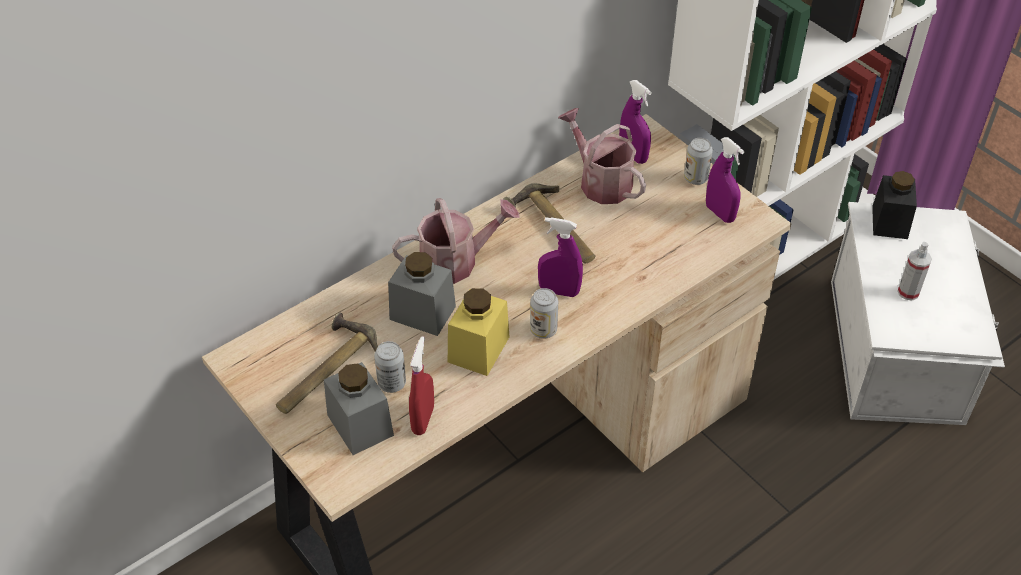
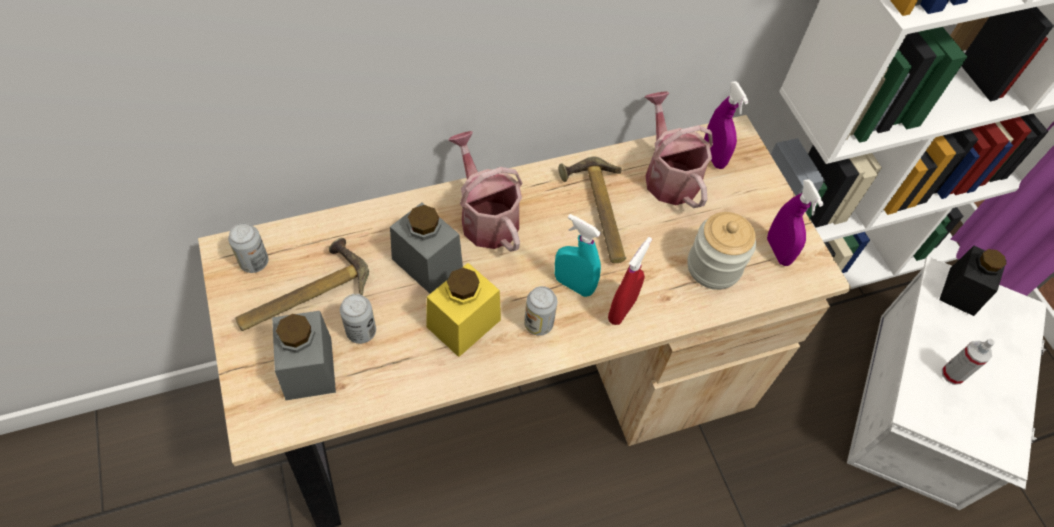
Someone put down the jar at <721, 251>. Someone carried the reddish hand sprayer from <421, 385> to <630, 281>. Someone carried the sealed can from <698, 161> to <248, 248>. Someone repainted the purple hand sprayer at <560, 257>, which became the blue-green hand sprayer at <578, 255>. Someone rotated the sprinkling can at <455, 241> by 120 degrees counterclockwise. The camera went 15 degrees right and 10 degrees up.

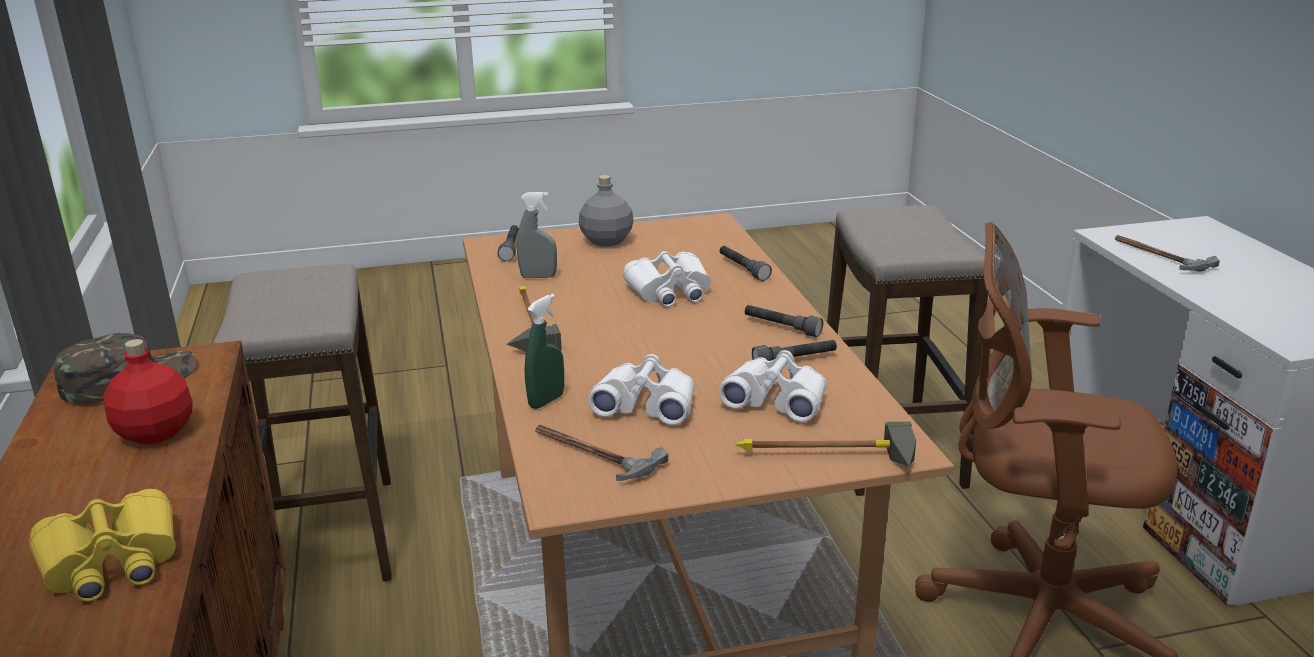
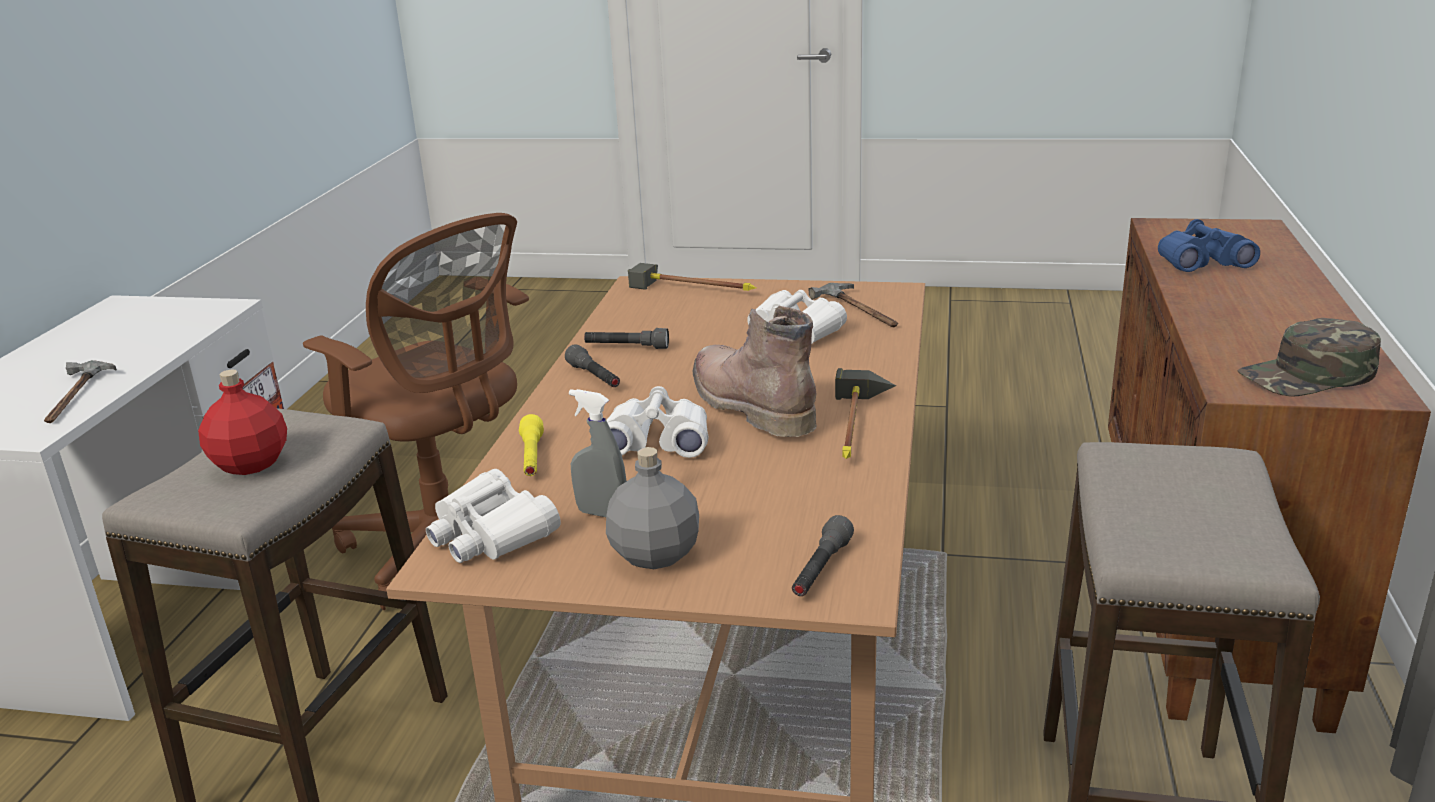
Someone took away the green-coloured hand sprayer at <544, 351>. Someone put down the brown-coloured boot at <755, 371>. Someone carried the reddish bottle from <148, 392> to <242, 422>. Someone carried the greyish hand sprayer from <537, 235> to <597, 453>. Someone carried the whitish field glasses from <773, 386> to <493, 516>. Someone repainted the yellow-coloured field glasses at <102, 545>, which became the bluish field glasses at <1209, 245>. Someone repainted the greyish flashlight at <746, 263>, which became the yellow-coloured flashlight at <531, 445>. The camera went 155 degrees left and 0 degrees up.

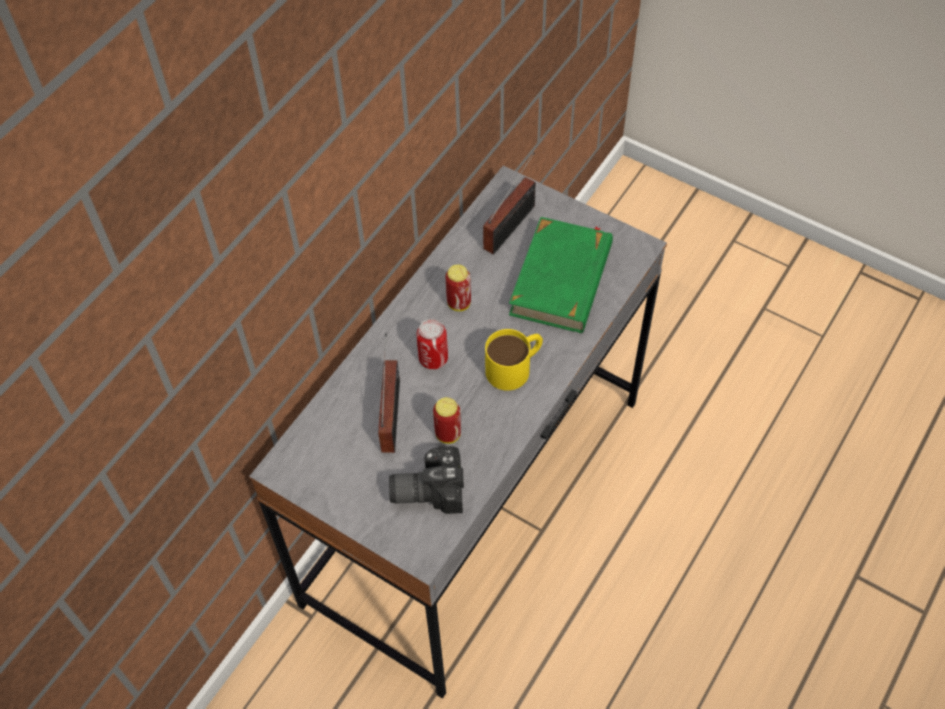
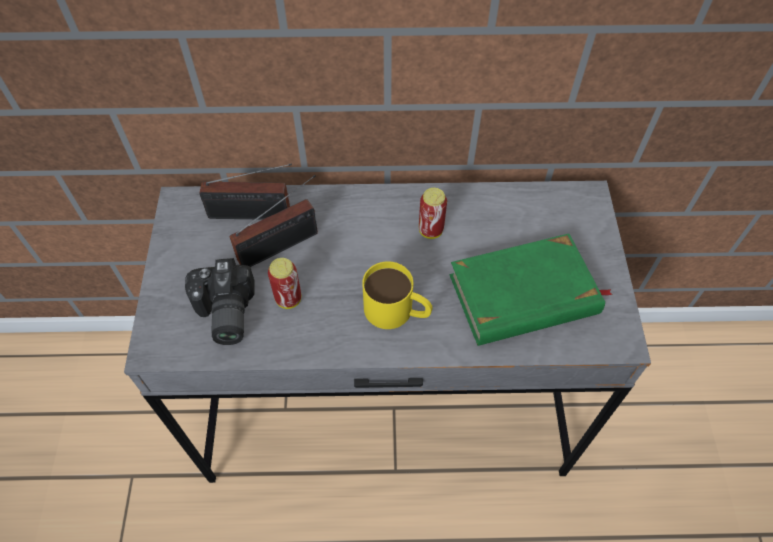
Someone took away the sealed can at <432, 344>. Someone carried the radio set from <509, 203> to <245, 192>. Someone rotated the still camera at <426, 480> by 150 degrees counterclockwise. The camera went 55 degrees right and 0 degrees up.

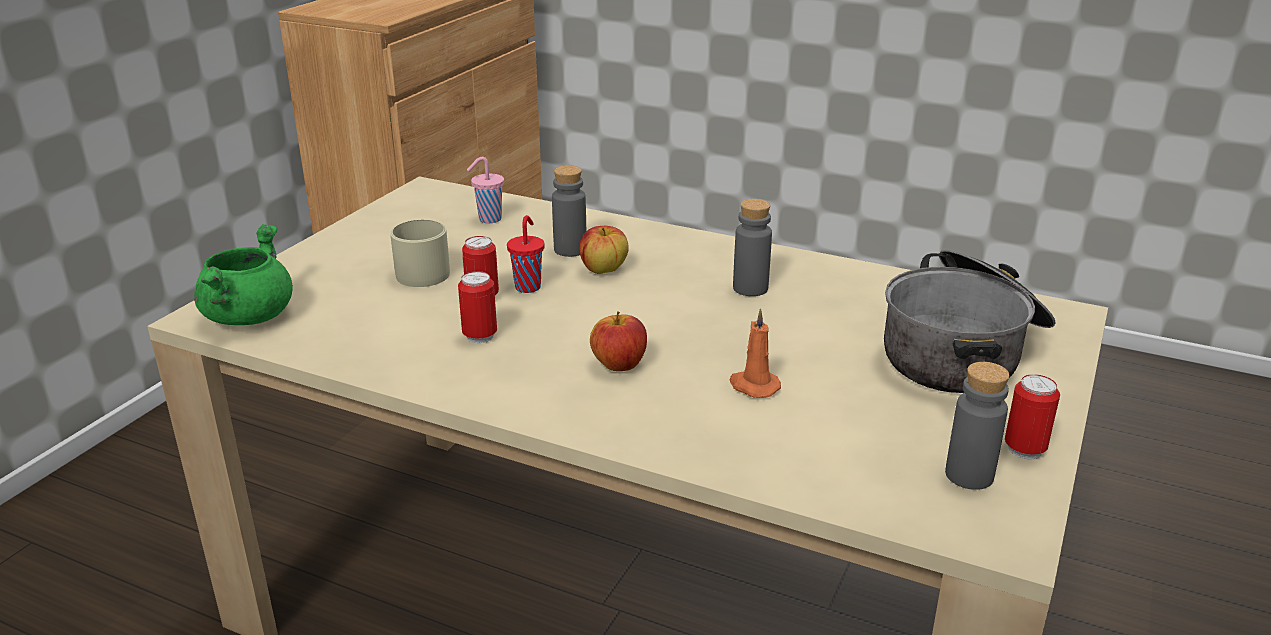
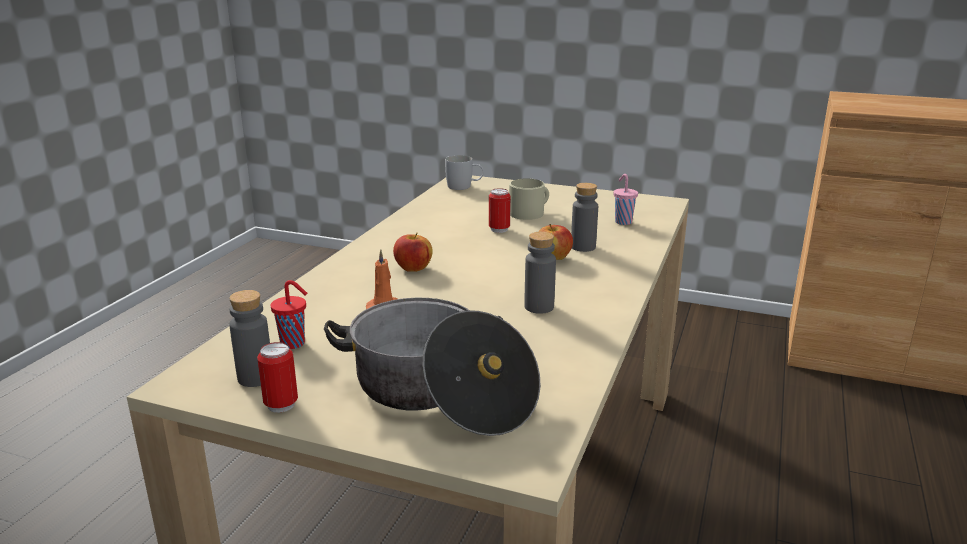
Someone took away the sealed can at <477, 307>. Someone carried the reddish drinking cup from <526, 254> to <288, 314>. Someone swapped the green-coloured saucepot at <243, 274> for the whitish tea mug at <464, 172>. The camera went 85 degrees right and 5 degrees down.

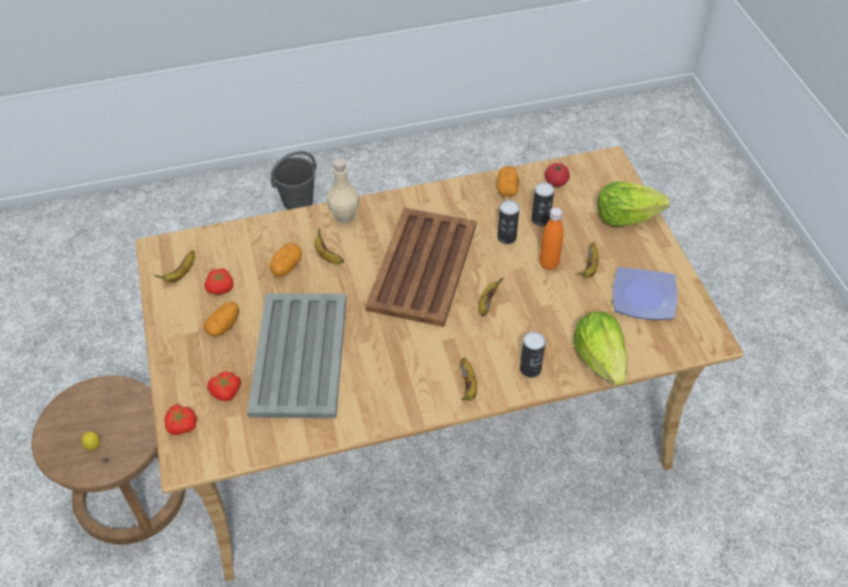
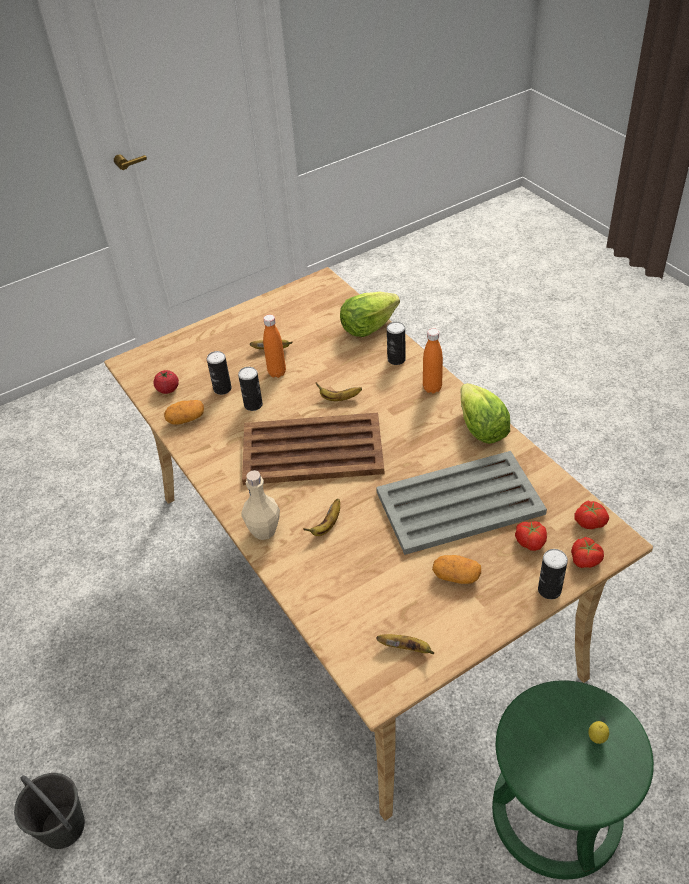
Someone took away the whole potato at <286, 259>. Someone took away the dinner plate at <645, 293>. Someone put down the sealed can at <553, 574>. Someone carried the fresh tomato from <219, 281> to <591, 515>. Someone carried the lettuce from <633, 204> to <485, 413>. Someone swapped the banana at <469, 379> for the orange bottle at <433, 361>. Someone repainted the brown-coloured stool seat at <109, 459>, which became the green-coloured stool seat at <573, 780>. The camera went 105 degrees left and 5 degrees down.

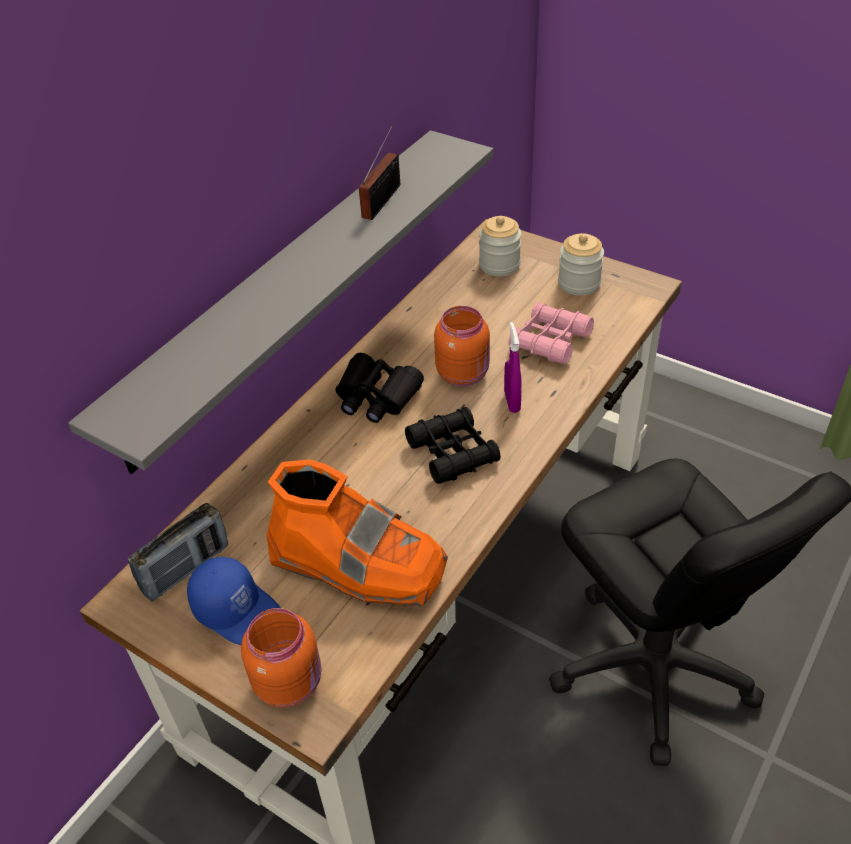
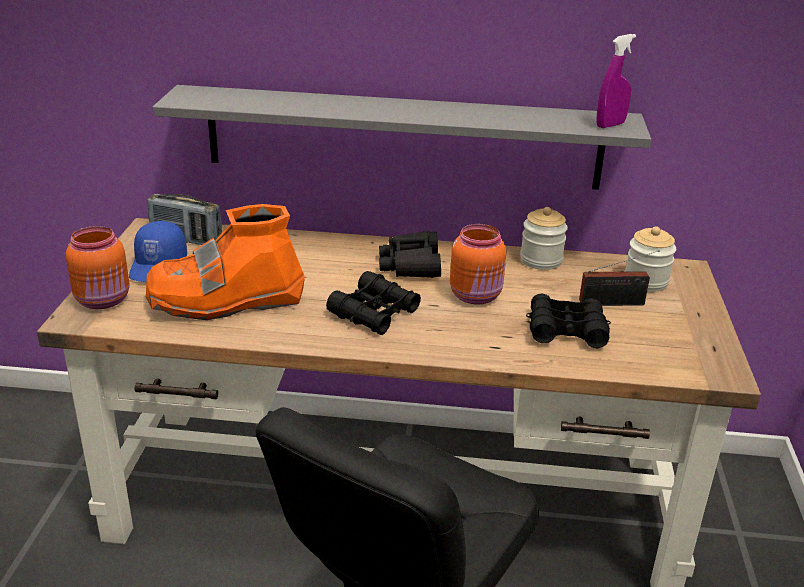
Someone carried the radio set from <379, 172> to <619, 278>. Someone carried the purple hand sprayer from <513, 367> to <616, 81>. Someone carried the jar from <581, 264> to <544, 238>. Someone repainted the pinkish field glasses at <551, 333>, which became the black field glasses at <568, 321>. Someone rotated the orange boot at <357, 532> by 75 degrees clockwise. The camera went 60 degrees right and 15 degrees down.

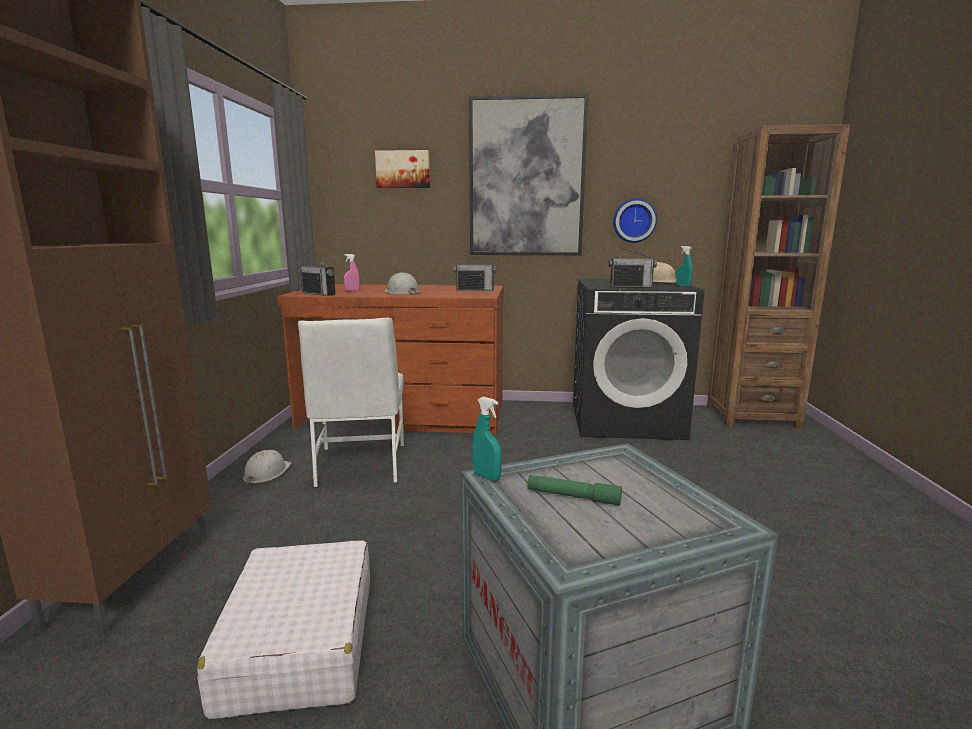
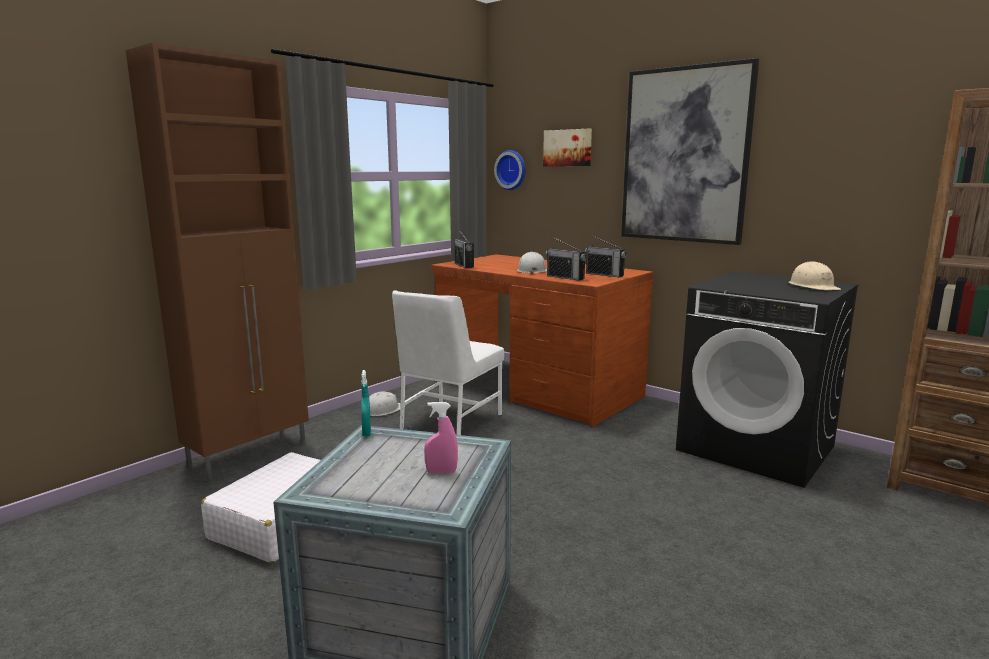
Someone took away the green-coloured flashlight at <575, 490>. Someone took away the blue-green hand sprayer at <684, 266>. Someone carried the pinkish hand sprayer from <352, 272> to <441, 438>. Someone carried the radio set from <632, 266> to <566, 258>. Someone carried the clock on the wall from <635, 221> to <510, 170>. The camera went 35 degrees right and 0 degrees up.

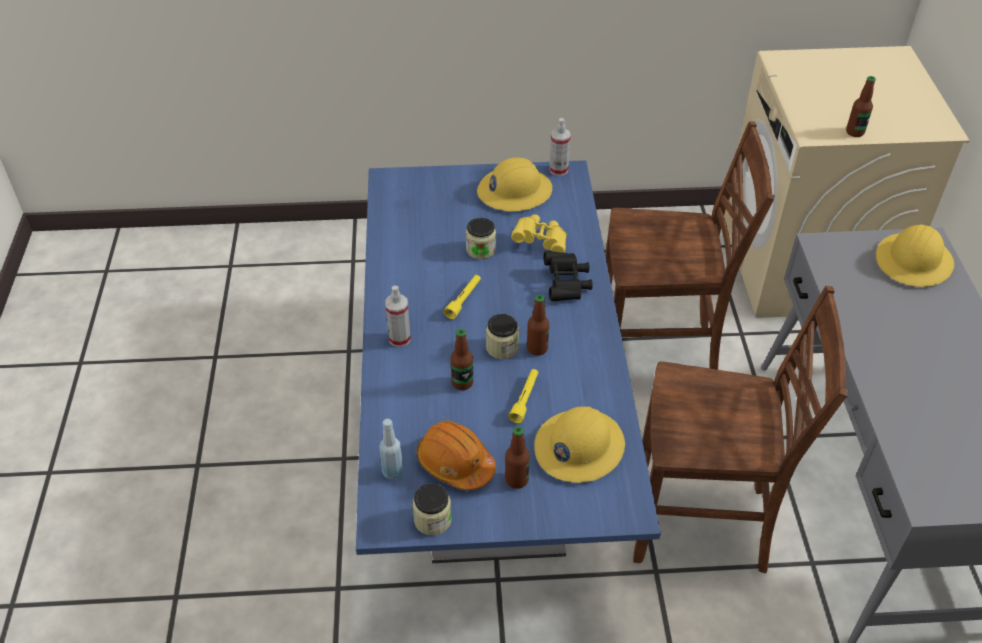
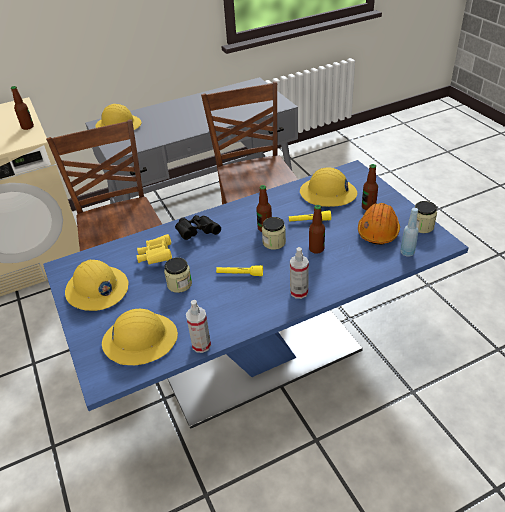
Someone put down the yellow-coloured work helmet at <140, 337>. Someone carried the hand sprayer from <560, 147> to <198, 326>. The camera went 110 degrees left and 5 degrees down.

